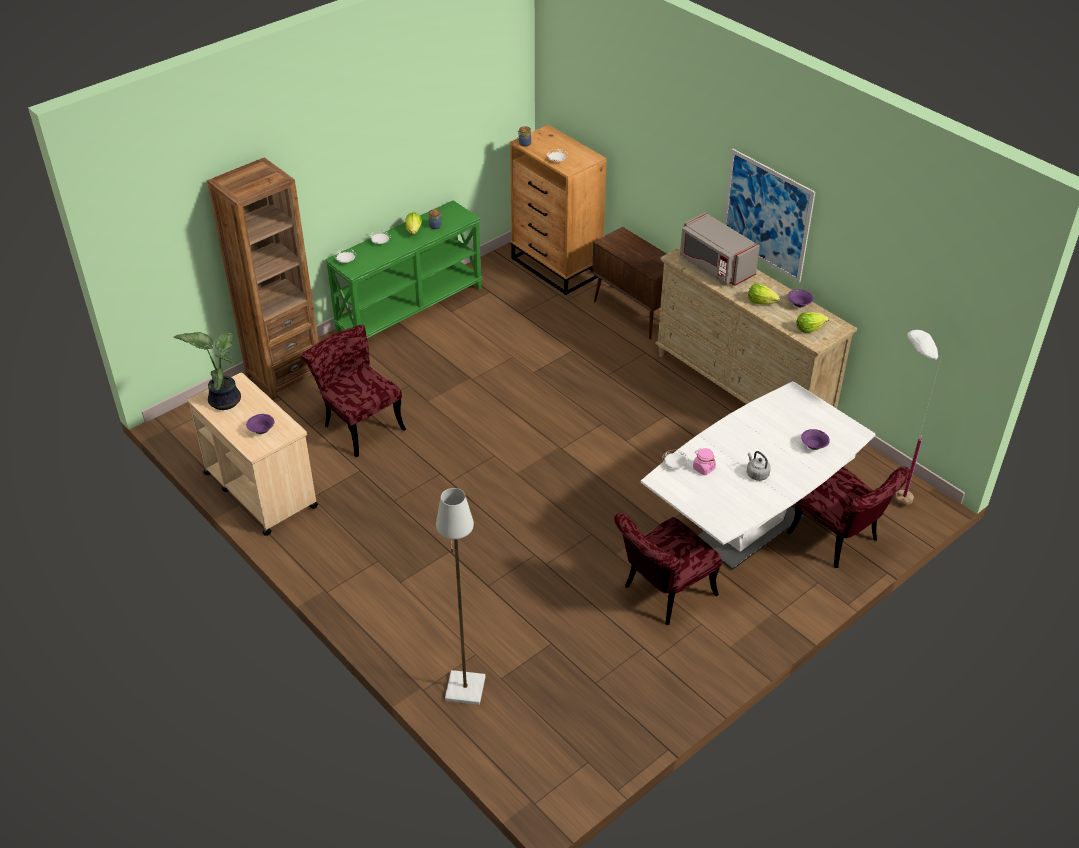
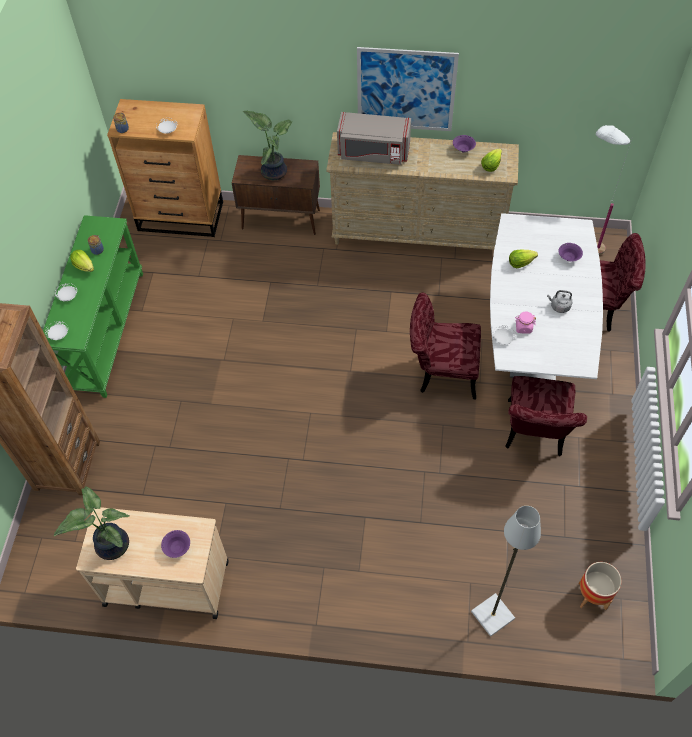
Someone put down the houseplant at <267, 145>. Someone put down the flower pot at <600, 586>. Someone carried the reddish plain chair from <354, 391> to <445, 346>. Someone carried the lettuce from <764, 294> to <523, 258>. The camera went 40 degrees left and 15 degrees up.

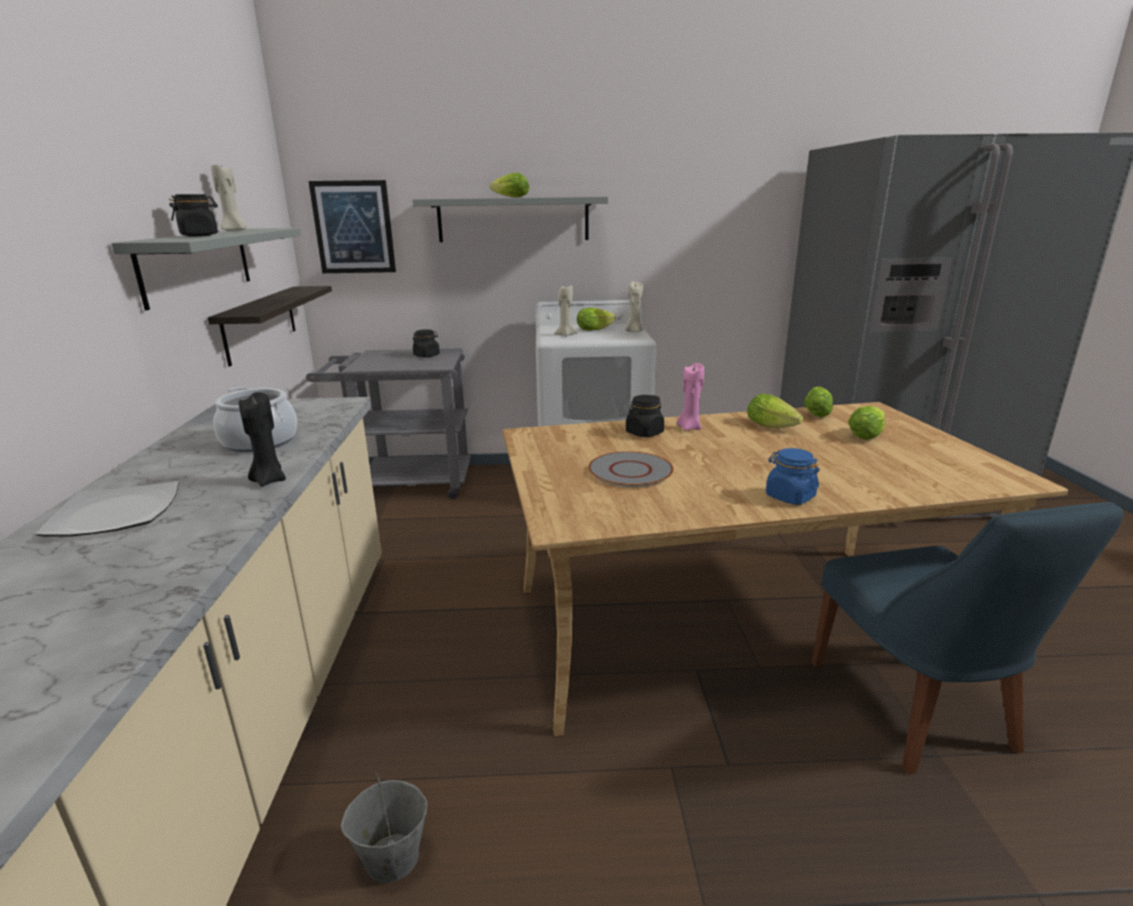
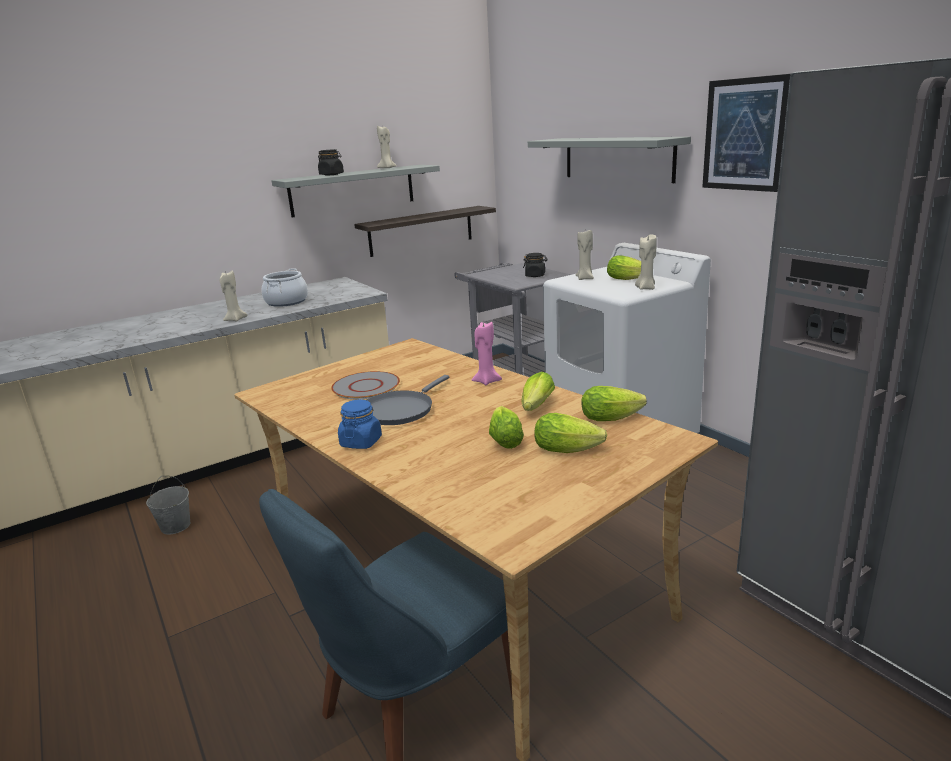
Someone took away the dinner plate at <107, 509>. Someone took away the black jar at <645, 416>. Someone put down the greyish pan at <408, 400>. Someone carried the picture from <352, 226> to <746, 133>. Someone carried the lettuce from <509, 185> to <506, 427>. Someone repainted the black wax candle at <262, 439>, which became the beige-coloured wax candle at <234, 296>. The camera went 60 degrees right and 0 degrees up.

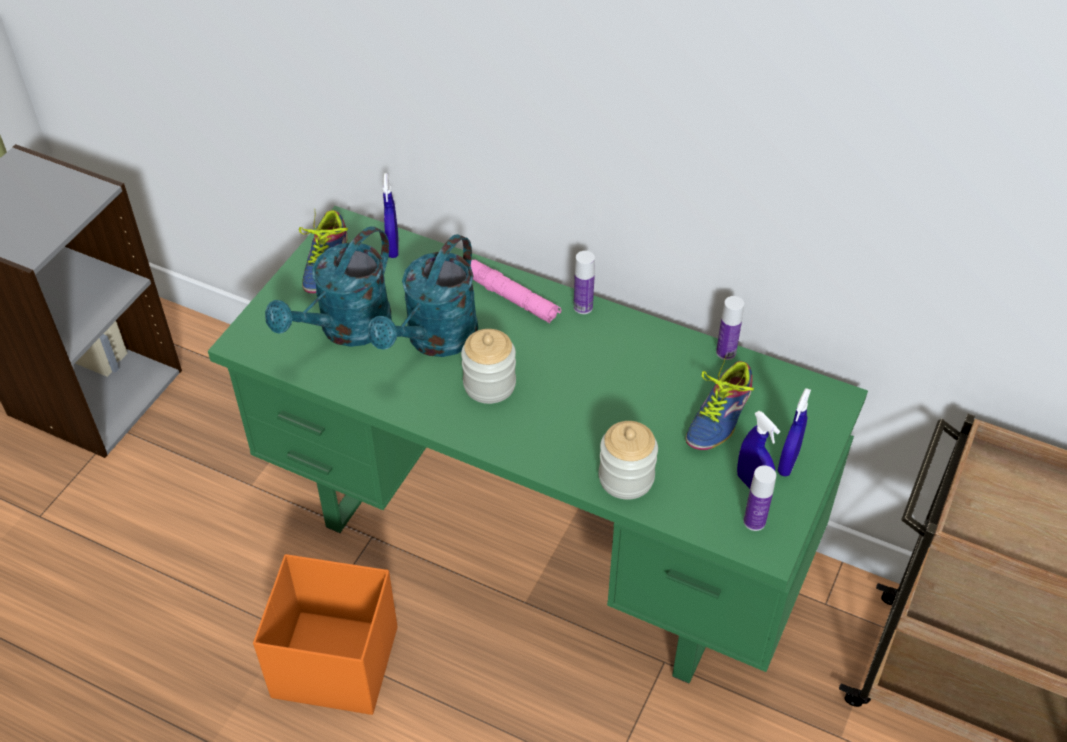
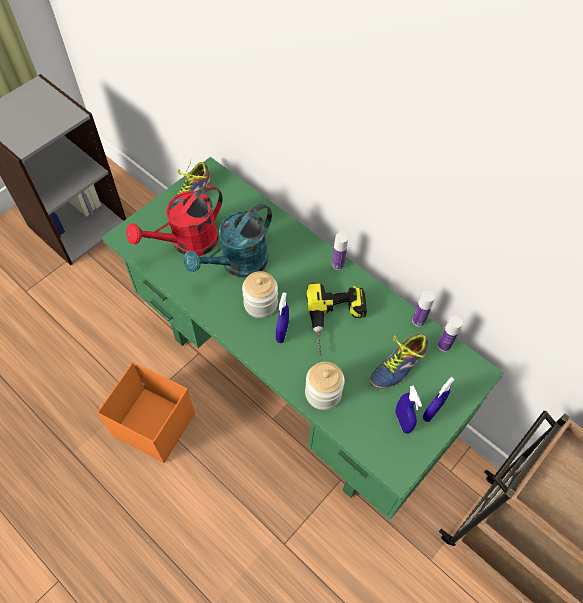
Someone took away the pinkish flashlight at <516, 291>. Someone put down the power drill at <336, 319>. Someone carried the bluish hand sprayer from <391, 215> to <282, 317>. Someone carried the bottle from <760, 498> to <450, 333>. Someone repainted the blue-green sprinkling can at <328, 286>, which became the reddish sprinkling can at <174, 220>. The camera went 15 degrees right and 10 degrees up.

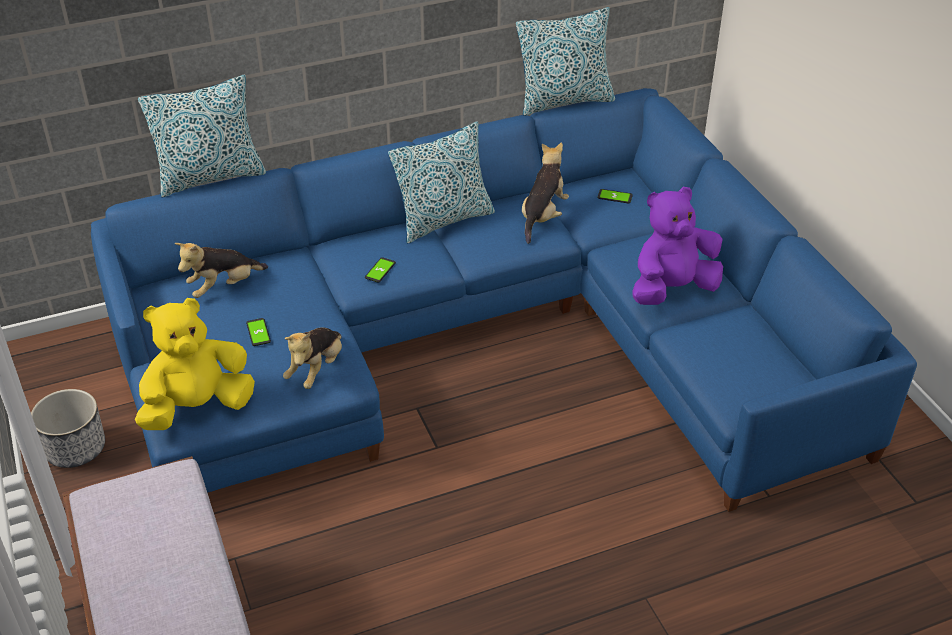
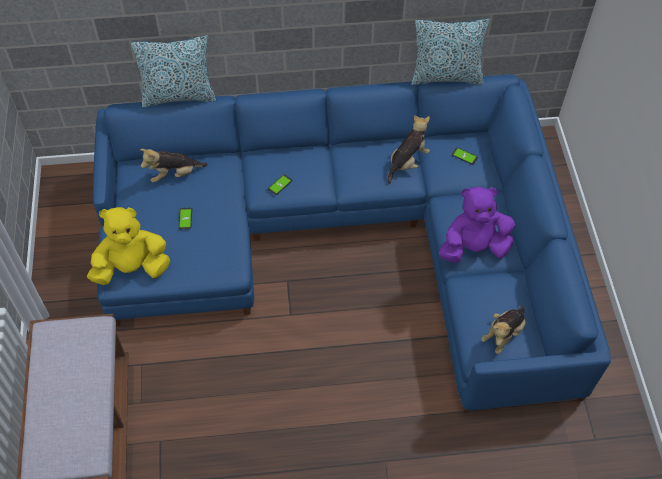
Someone took away the flower pot at <68, 428>. Someone took away the throw pillow at <441, 182>. Someone carried the cuddly toy from <312, 358> to <503, 330>. The camera went 15 degrees right and 15 degrees up.

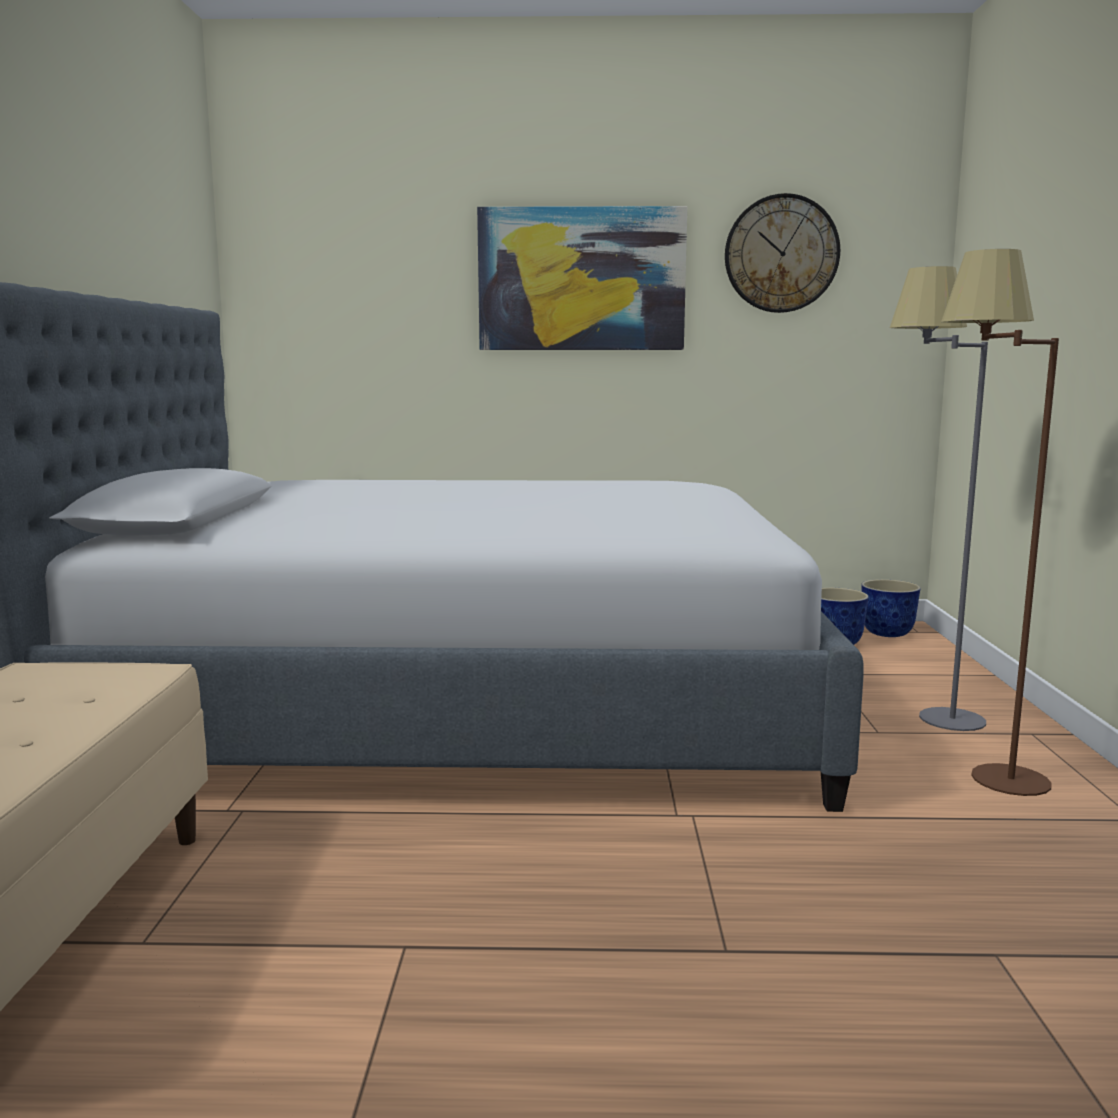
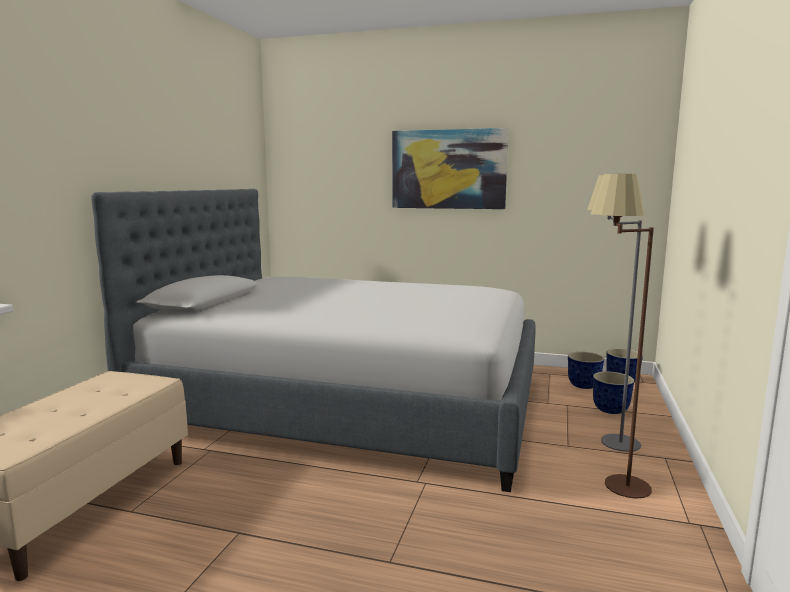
Someone took away the clock on the wall at <782, 253>. Someone put down the flower pot at <613, 392>. The camera went 15 degrees right and 0 degrees up.

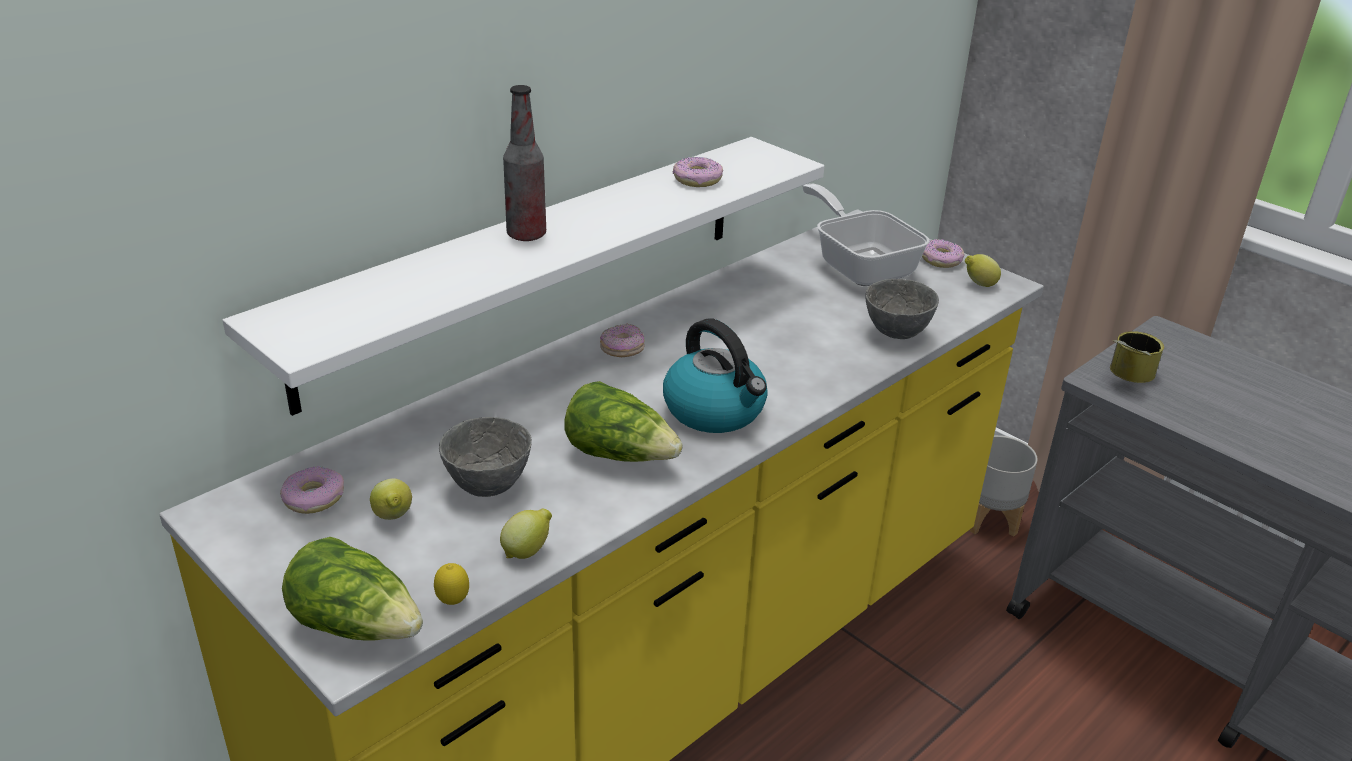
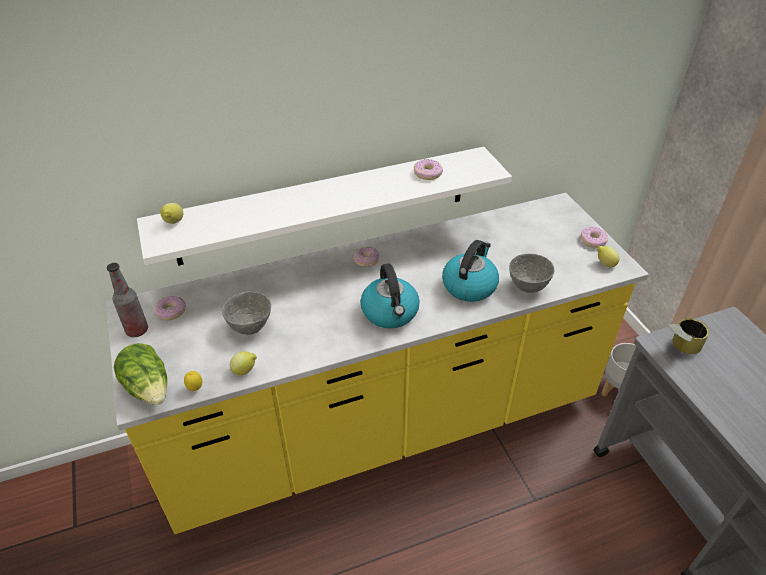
Someone took away the lettuce at <623, 421>. Someone took away the pan at <866, 234>. Someone put down the tea kettle at <470, 271>. Someone carried the whole lemon from <391, 499> to <172, 213>. Someone carried the bottle from <524, 163> to <127, 300>. The camera went 25 degrees right and 10 degrees up.

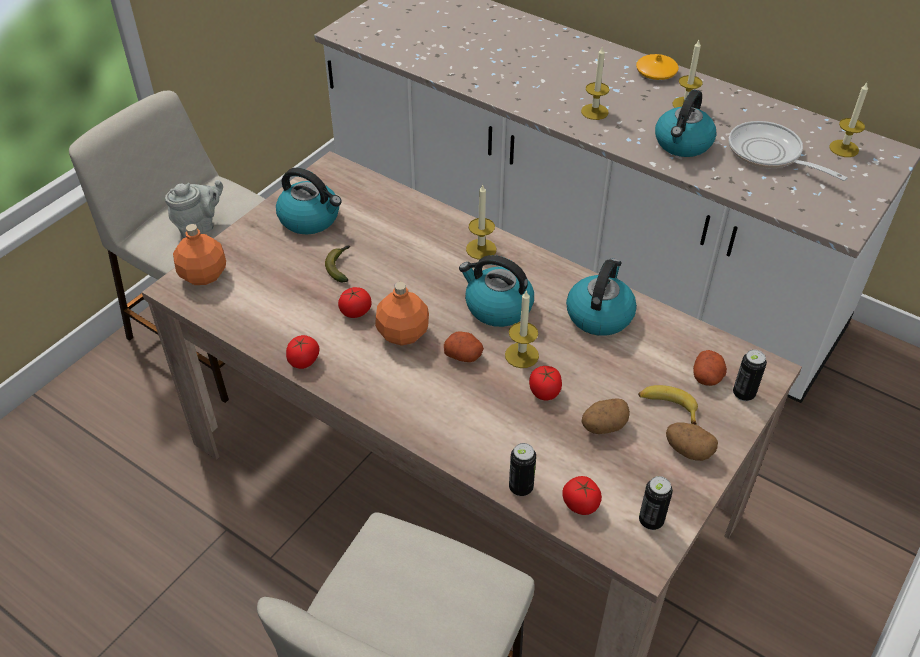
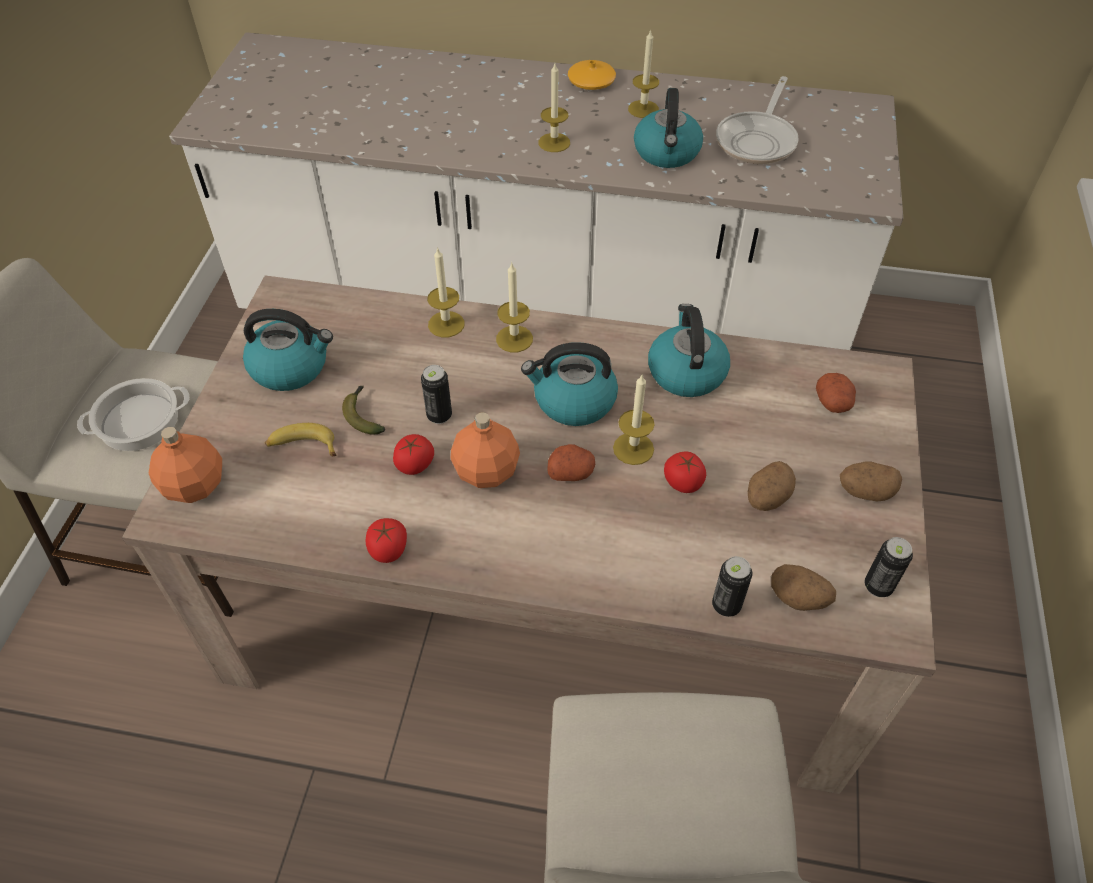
Someone carried the banana from <668, 405> to <300, 439>. Someone carried the sealed can from <750, 375> to <436, 394>. Someone carried the wax candle from <848, 119> to <446, 292>. Someone swapped the greyish teapot at <194, 209> for the saucepot at <133, 414>. Someone swapped the fresh tomato at <582, 495> for the whole potato at <803, 587>. Someone rotated the pan at <788, 151> by 90 degrees counterclockwise. The camera went 25 degrees left and 5 degrees up.

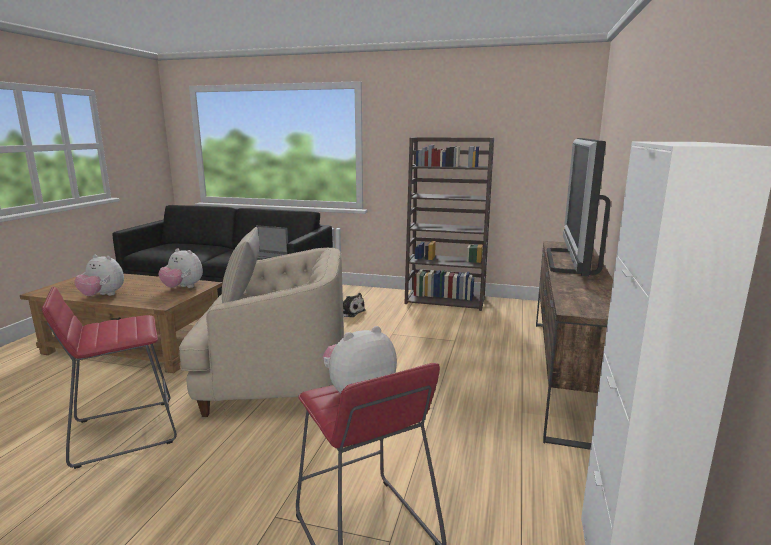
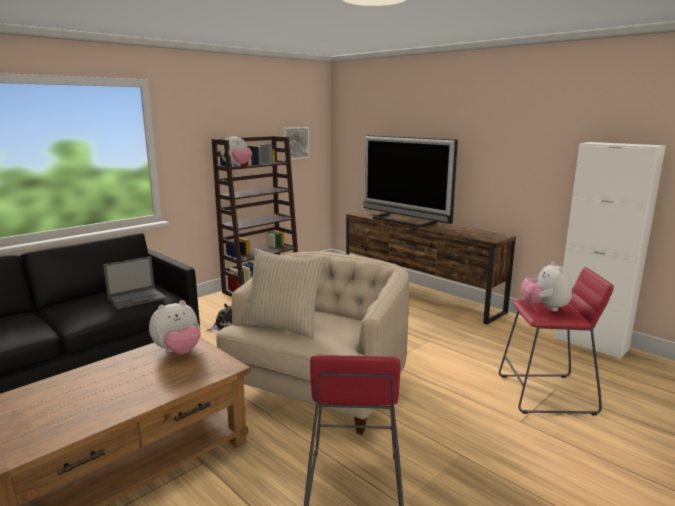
Someone put up the picture at <296, 143>. Someone carried the cuddly toy from <99, 275> to <236, 151>. The camera went 60 degrees left and 0 degrees up.

